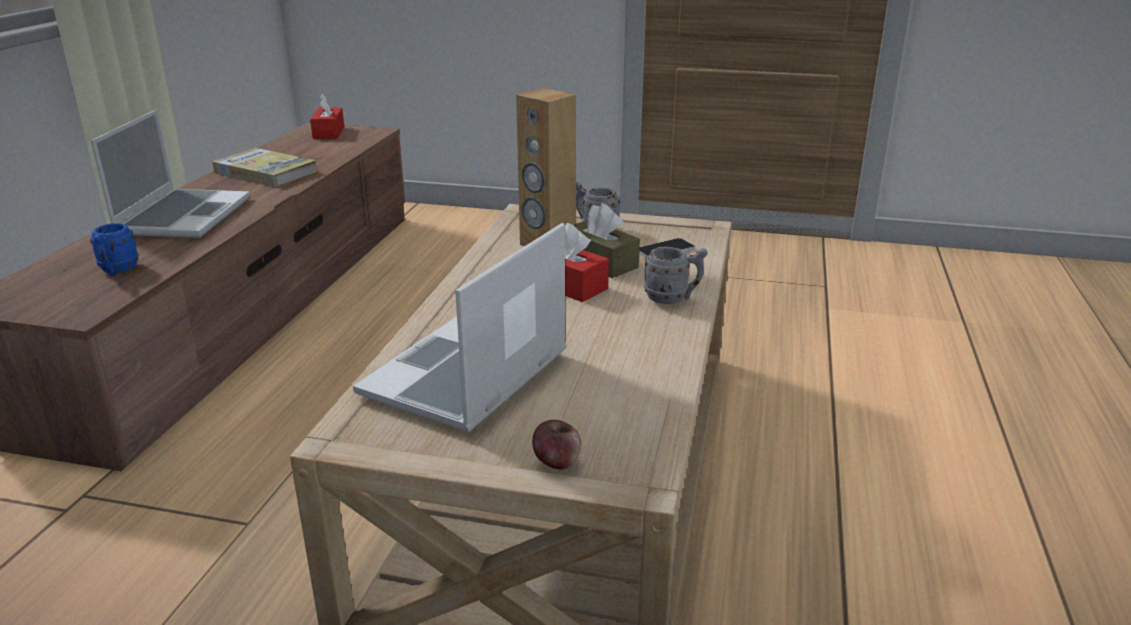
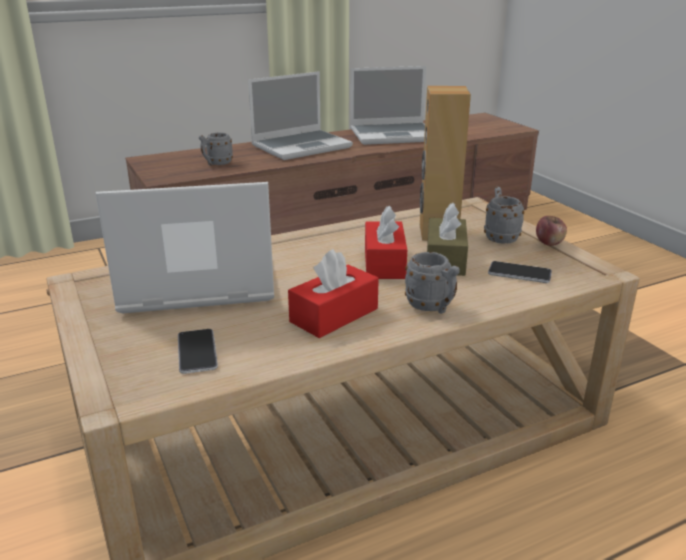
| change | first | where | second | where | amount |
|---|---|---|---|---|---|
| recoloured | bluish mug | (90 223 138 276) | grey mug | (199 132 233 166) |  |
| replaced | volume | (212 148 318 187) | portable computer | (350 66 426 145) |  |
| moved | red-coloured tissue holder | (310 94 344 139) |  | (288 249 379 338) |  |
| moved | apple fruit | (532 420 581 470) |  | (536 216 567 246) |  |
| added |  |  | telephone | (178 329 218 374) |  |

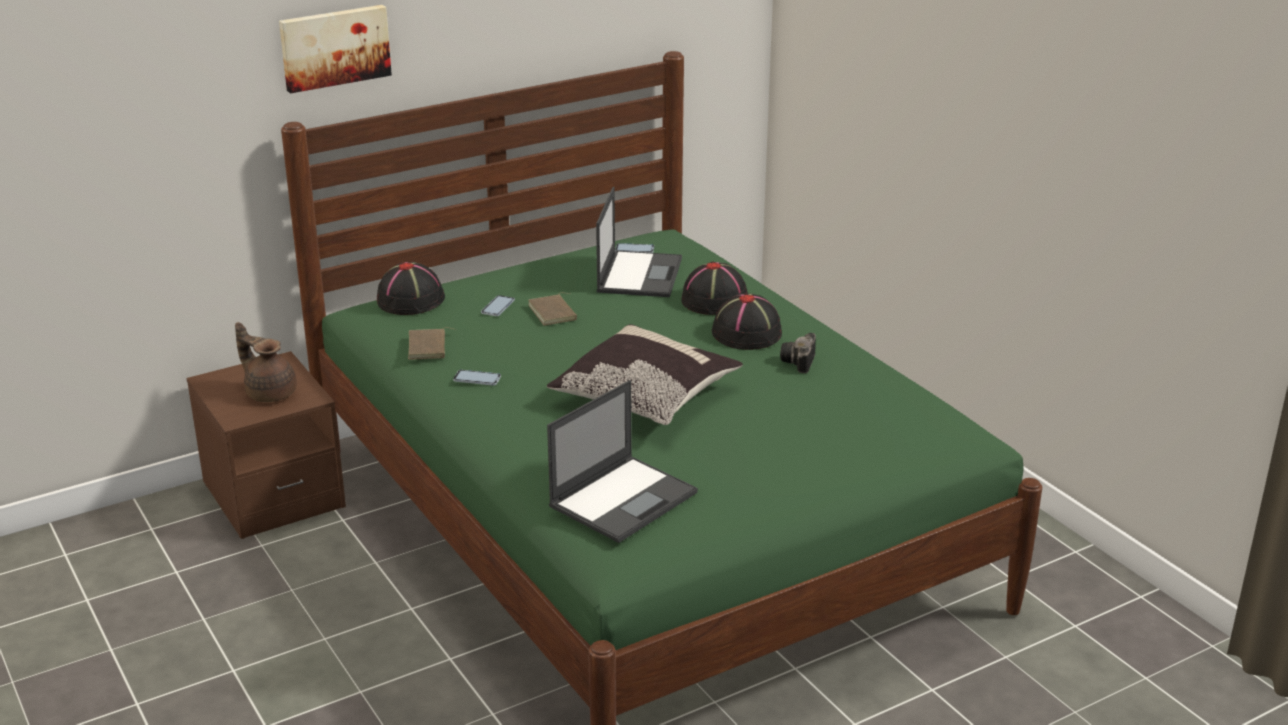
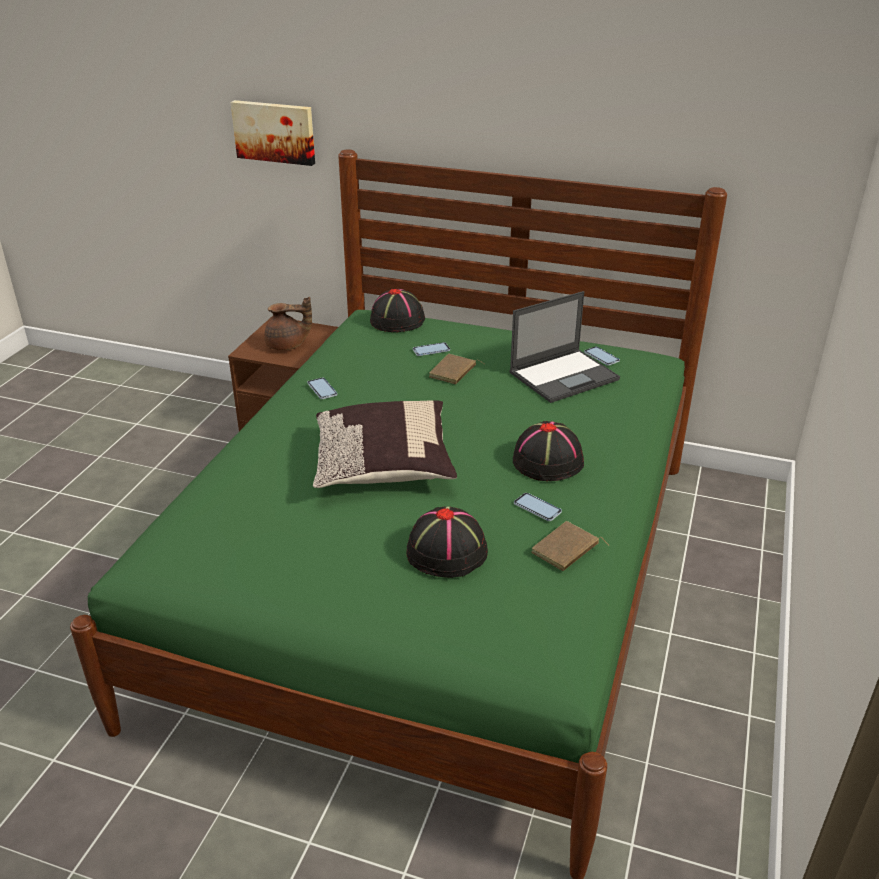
| change | first | where | second | where | amount |
|---|---|---|---|---|---|
| turned | brownish tea pot | (235 322 297 402) |  | (264 297 312 350) | 90 degrees clockwise |
| moved | wall art | (279 5 392 93) |  | (230 100 315 166) |  |
| moved | brownish volume | (408 327 456 360) |  | (531 521 610 571) |  |
| removed | portable computer | (547 380 698 543) |  |  |  |
| moved | black-coloured wearable hat | (681 262 748 315) |  | (406 506 488 578) |  |
| replaced | photo camera | (780 333 816 373) | telephone | (514 493 562 521) |  |

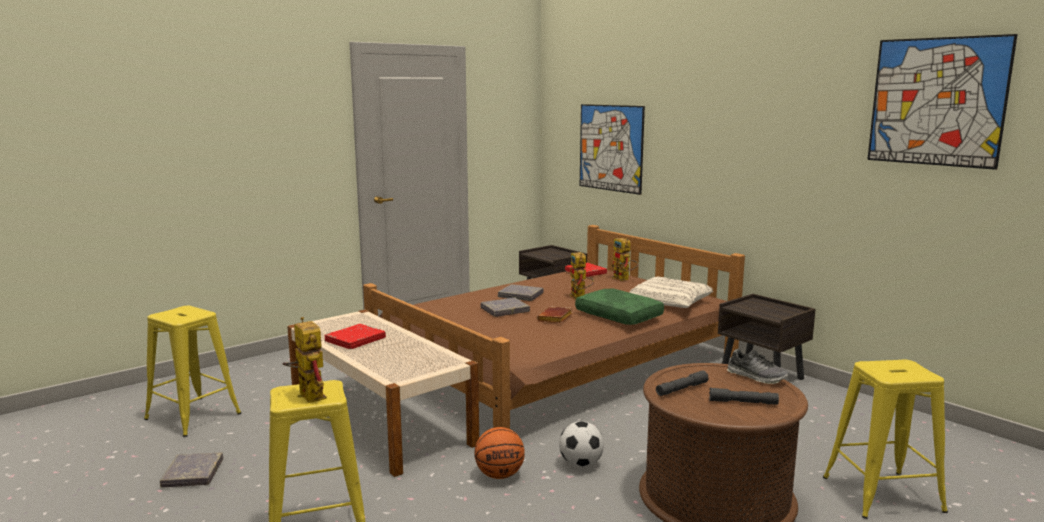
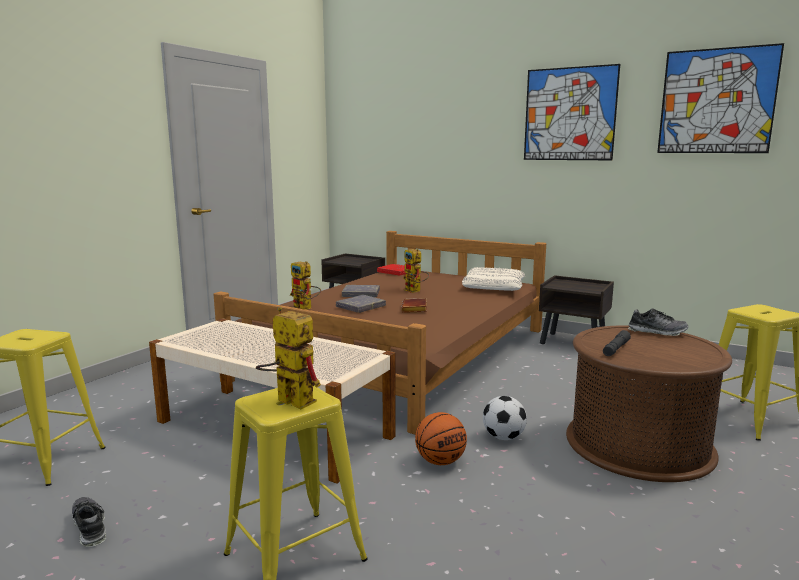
| change | first | where | second | where | amount |
|---|---|---|---|---|---|
| replaced | grey volume | (160 452 223 487) | item of footwear | (72 497 106 547) |  |
| removed | red-coloured volume | (324 324 386 349) |  |  |  |
| removed | greenish cushion | (575 289 664 325) |  |  |  |
| moved | wall art | (580 104 645 195) |  | (524 64 620 160) |  |
| moved | toy robot | (611 238 638 281) |  | (290 261 321 310) |  |
| removed | grey hand torch | (709 388 779 405) |  |  |  |

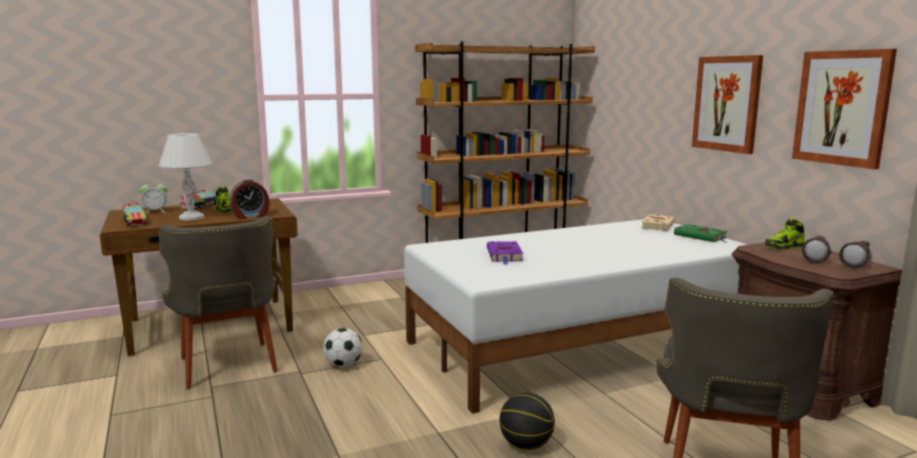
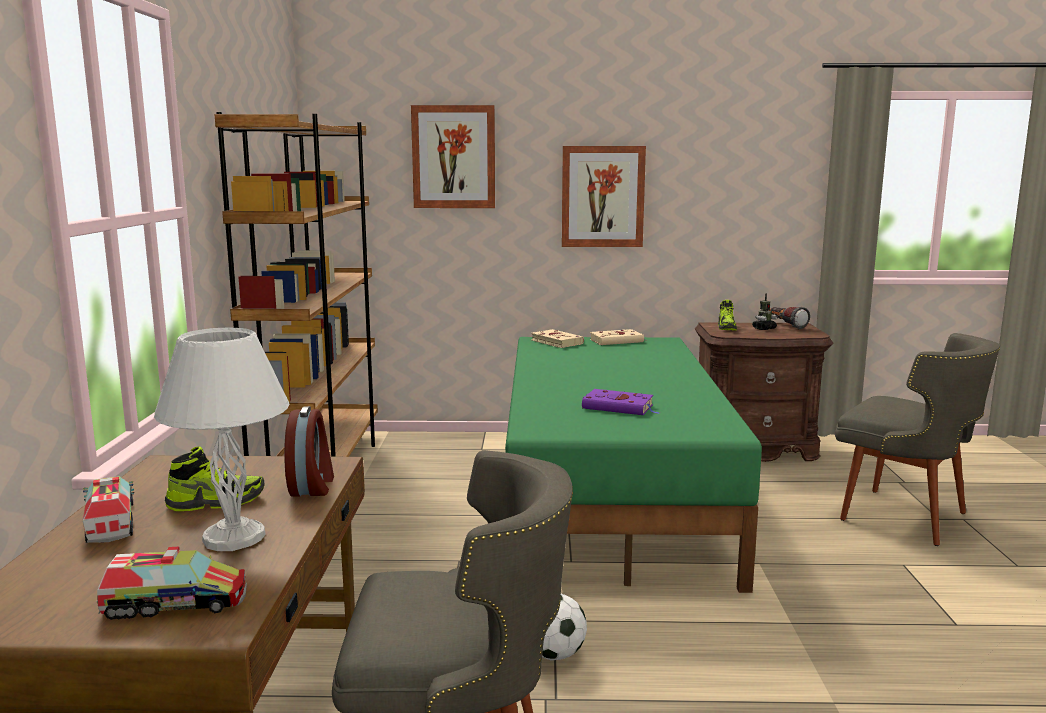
| change | first | where | second | where | amount |
|---|---|---|---|---|---|
| removed | alarm clock | (139 180 168 214) |  |  |  |
| recoloured | white-coloured sleeping bed | (404 219 748 414) | greenish sleeping bed | (505 337 762 593) |  |
| removed | basketball ball | (500 393 555 450) |  |  |  |
| recoloured | greenish volume | (674 224 727 243) | sand-coloured volume | (590 329 646 345) |  |
| moved | wall art | (792 49 897 169) |  | (411 105 495 208) |  |
| replaced | hand torch | (801 236 831 263) | toy robot | (752 293 778 330) |  |

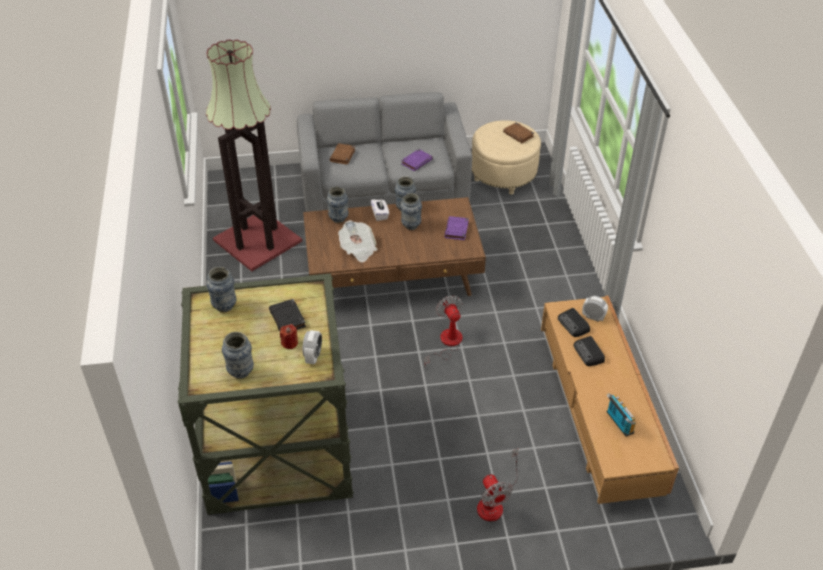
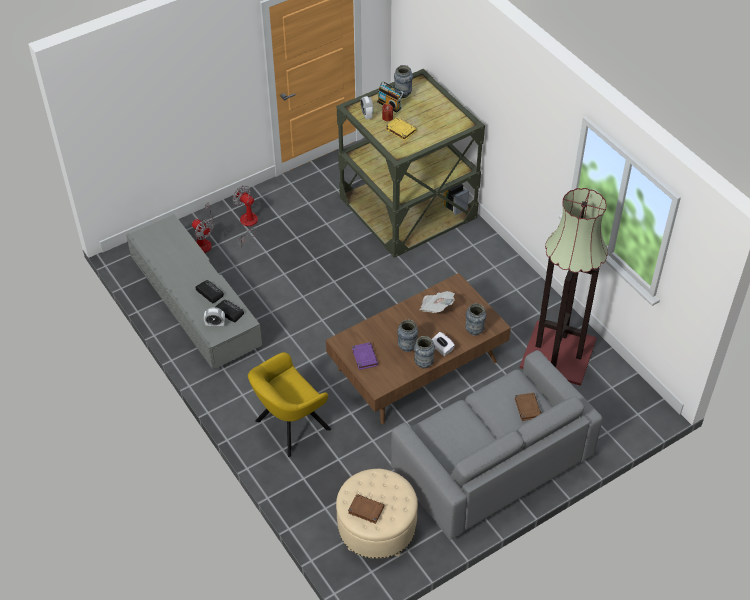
| change | first | where | second | where | amount |
|---|---|---|---|---|---|
| removed | flower vase | (206 267 236 312) |  |  |  |
| recoloured | black-coloured volume | (269 299 306 331) | yellow volume | (385 117 417 140) |  |
| removed | purple volume | (401 149 433 171) |  |  |  |
| moved | cooling fan | (424 295 463 367) |  | (192 202 215 253) |  |
| recoloured | brownish tv stand | (541 296 679 504) | grey tv stand | (126 214 262 369) |  |
| moved | radio set | (607 393 636 437) |  | (377 81 404 112) |  |
| added |  |  | yellow easy chair | (248 352 331 457) |  |

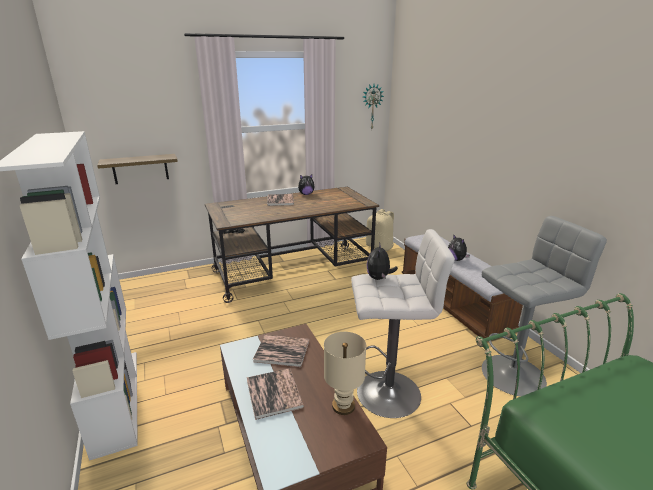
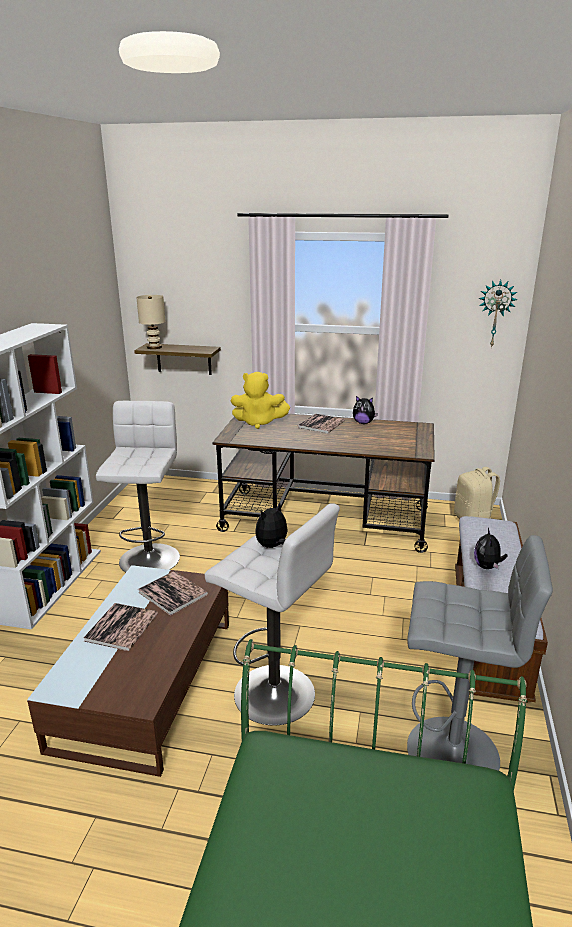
| change | first | where | second | where | amount |
|---|---|---|---|---|---|
| moved | sand-coloured tabletop lamp | (324 332 366 415) |  | (136 295 165 349) |  |
| added |  |  | white-coloured stool | (96 401 180 572) |  |
| added |  |  | yellow soft toy | (231 372 290 429) |  |

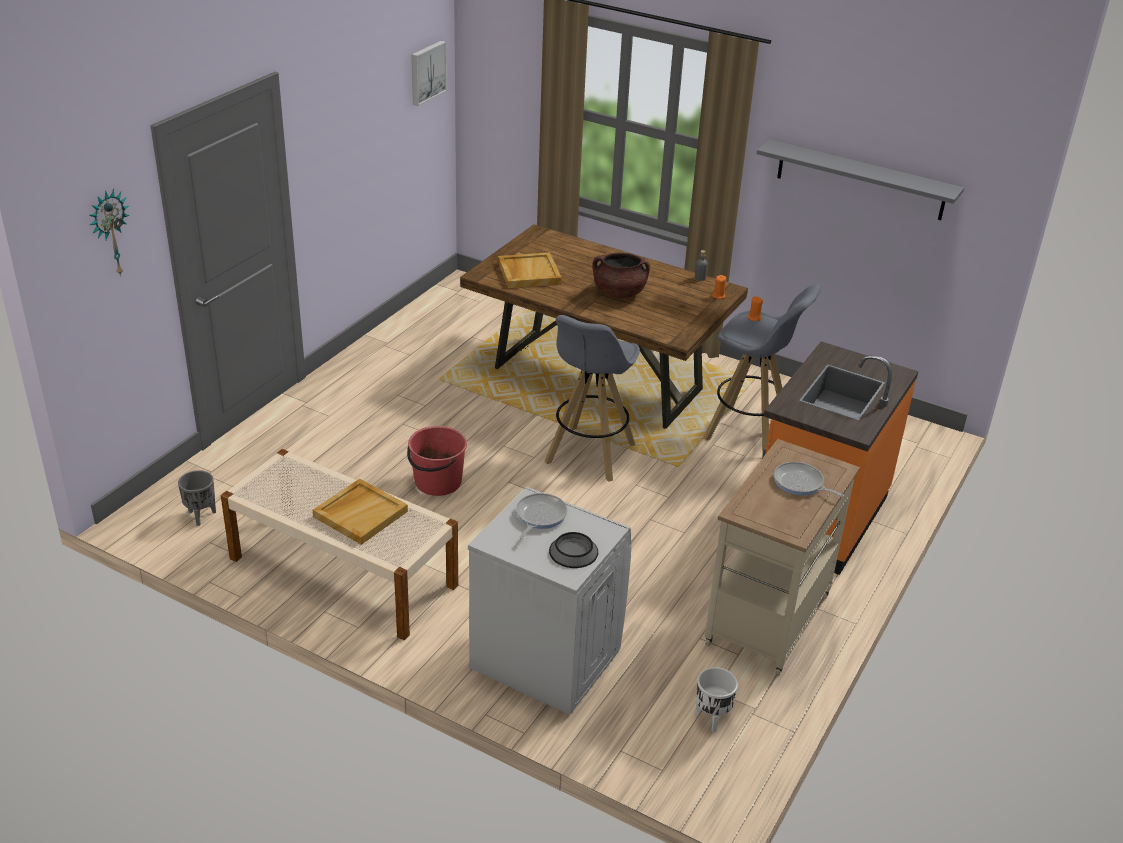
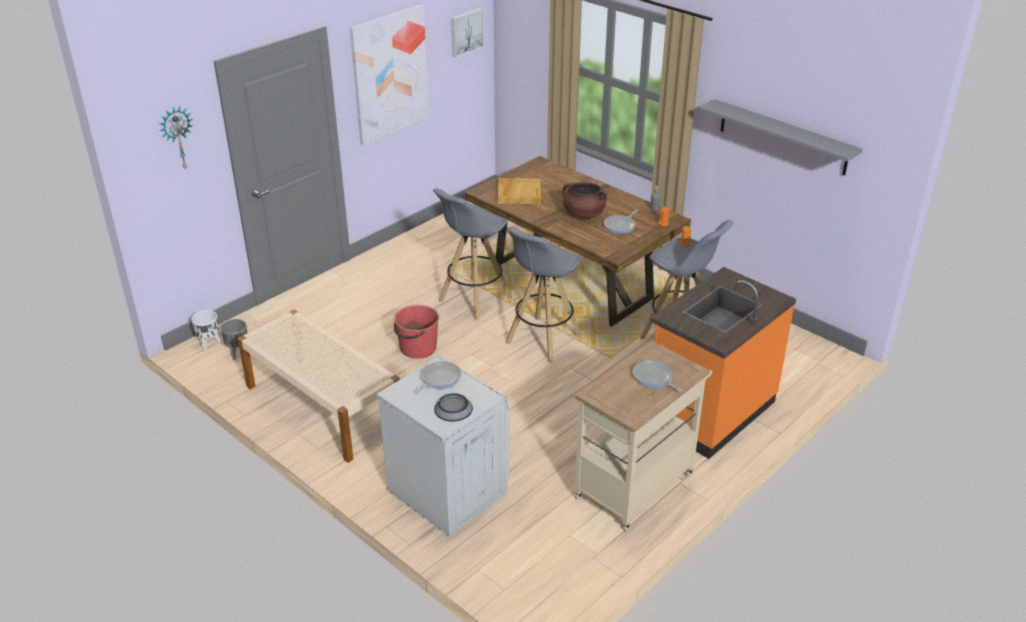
| change | first | where | second | where | amount |
|---|---|---|---|---|---|
| removed | sand-coloured tray | (313 479 408 545) |  |  |  |
| moved | white-coloured flower pot | (696 667 738 732) |  | (191 310 221 351) |  |
| added |  |  | wall art | (350 4 429 145) |  |
| added |  |  | grey stool | (433 188 512 320) |  |
| added |  |  | pan | (604 209 638 234) |  |

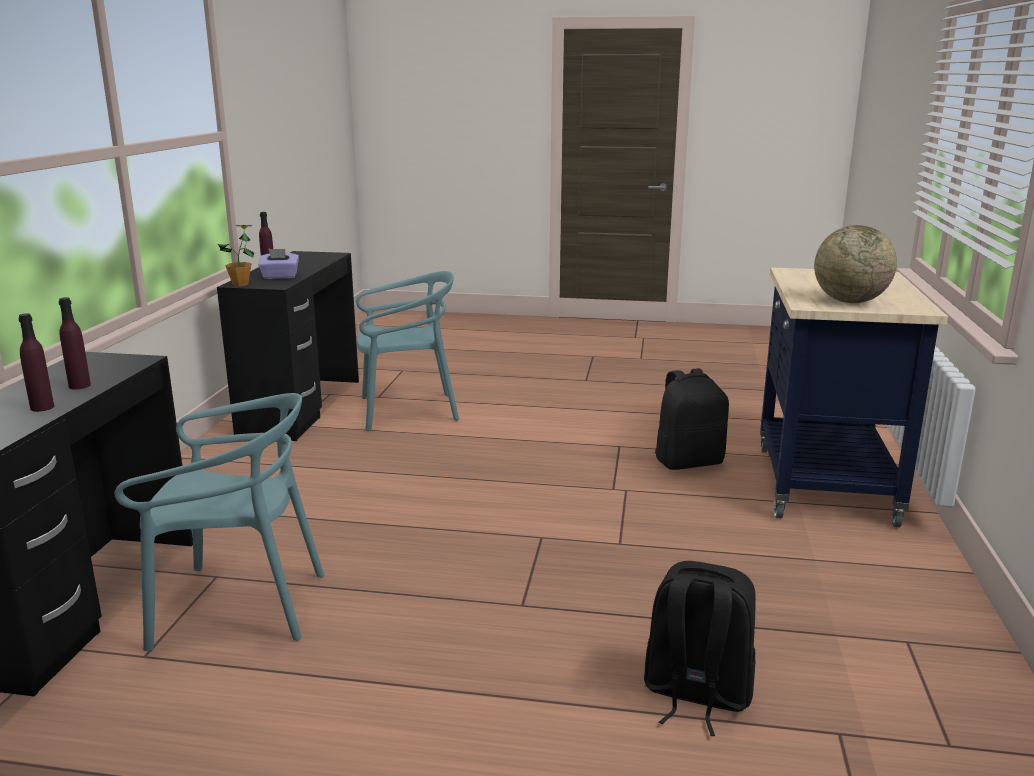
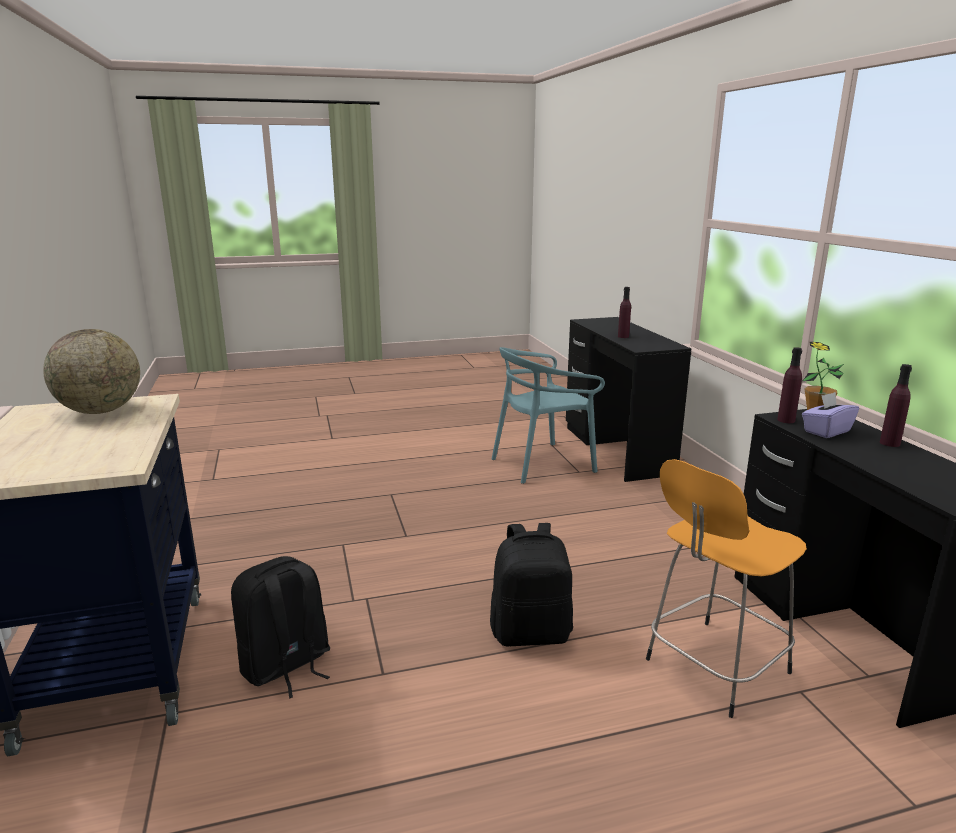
| change | first | where | second | where | amount |
|---|---|---|---|---|---|
| moved | purple bottle | (18 313 54 412) |  | (777 347 802 423) |  |
| replaced | blue-green upright chair | (356 271 459 431) | orange-coloured stool | (646 459 807 718) |  |
| moved | black-coloured backpack | (644 561 756 736) |  | (490 523 573 646) |  |

